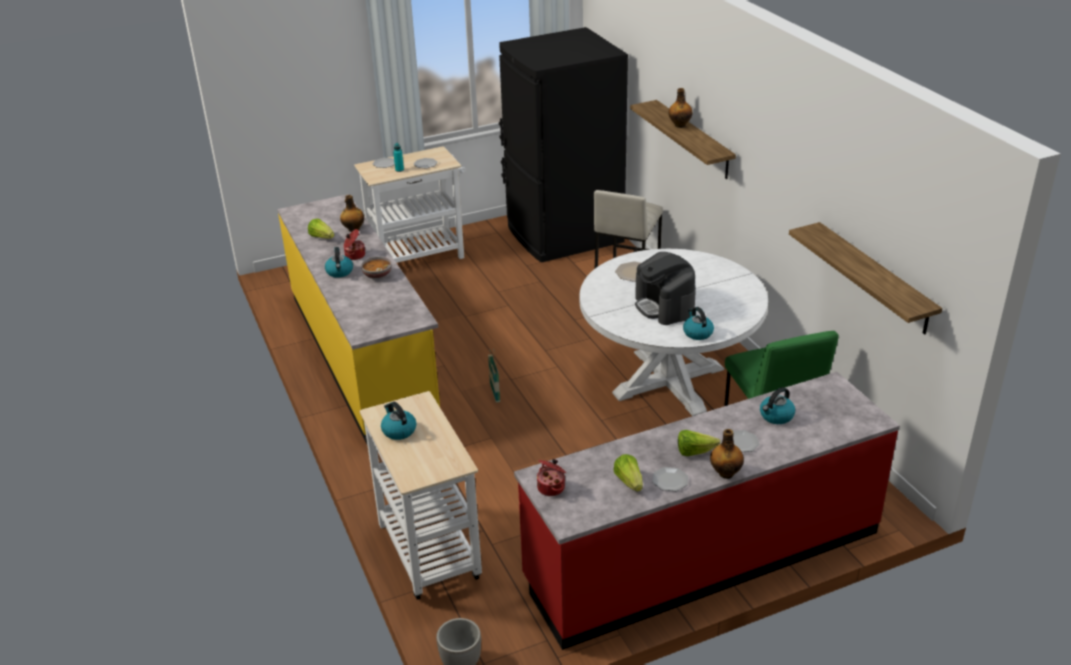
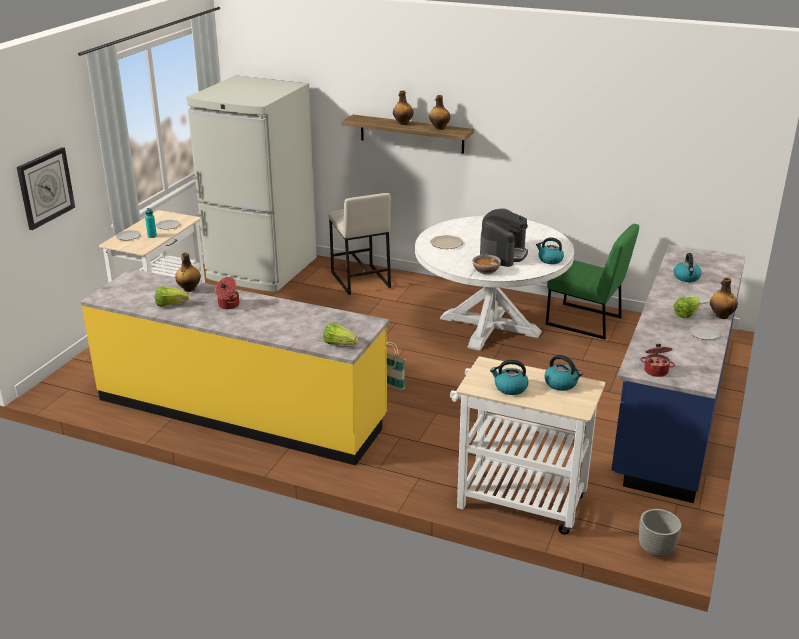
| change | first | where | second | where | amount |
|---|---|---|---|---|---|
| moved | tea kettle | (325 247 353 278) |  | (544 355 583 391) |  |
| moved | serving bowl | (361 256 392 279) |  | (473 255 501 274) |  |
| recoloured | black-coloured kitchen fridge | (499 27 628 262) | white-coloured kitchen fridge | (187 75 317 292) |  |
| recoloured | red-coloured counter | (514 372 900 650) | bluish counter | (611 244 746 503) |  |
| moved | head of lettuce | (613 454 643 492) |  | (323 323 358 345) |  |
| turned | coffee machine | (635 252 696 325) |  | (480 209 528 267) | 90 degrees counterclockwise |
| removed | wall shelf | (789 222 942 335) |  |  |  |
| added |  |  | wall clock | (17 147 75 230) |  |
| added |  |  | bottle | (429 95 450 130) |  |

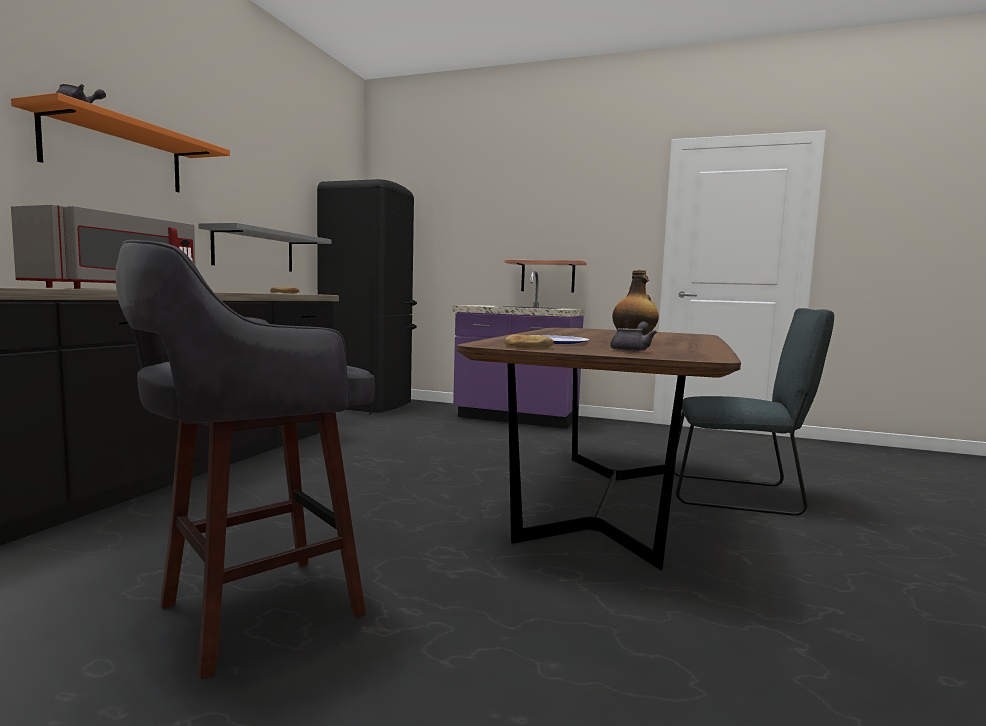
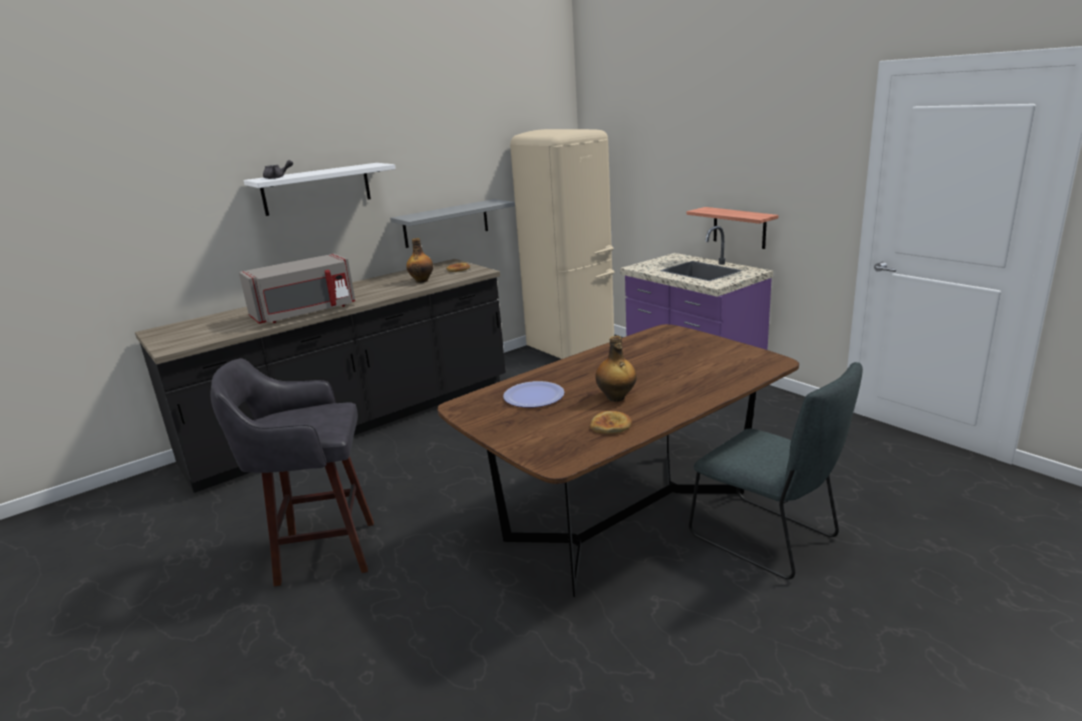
| change | first | where | second | where | amount |
|---|---|---|---|---|---|
| recoloured | orange-coloured wall shelf | (11 93 230 192) | white-coloured wall shelf | (244 163 396 216) |  |
| recoloured | black-coloured kitchen fridge | (317 179 417 415) | sand-coloured kitchen fridge | (510 129 614 360) |  |
| moved | bread | (504 334 554 348) |  | (590 411 632 434) |  |
| removed | grey tea pot | (610 322 657 352) |  |  |  |
| added |  |  | bottle | (406 238 433 283) |  |

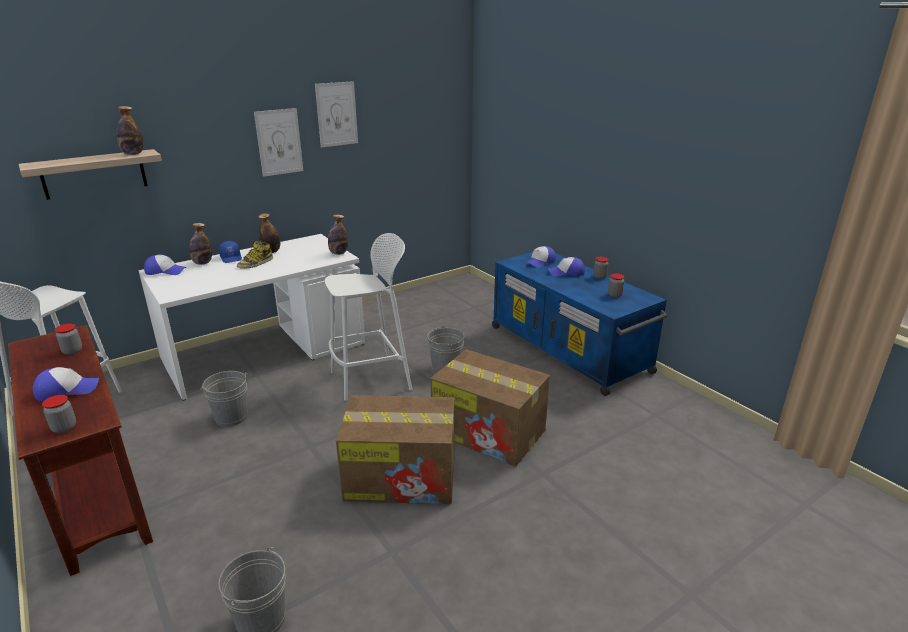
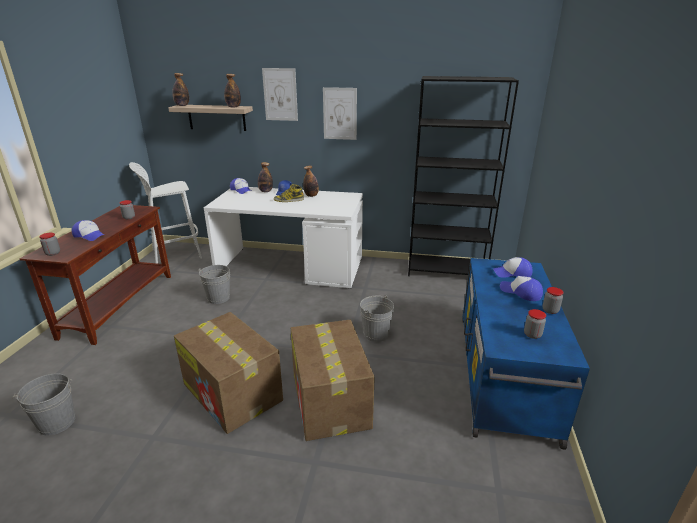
| change | first | where | second | where | amount |
|---|---|---|---|---|---|
| moved | wall art | (315 81 358 148) |  | (262 68 298 121) |  |
| removed | white-coloured stool | (325 233 413 401) |  |  |  |
| moved | bottle | (328 215 348 255) |  | (172 73 189 106) |  |
| added |  |  | black-coloured shelving unit | (408 76 519 276) |  |

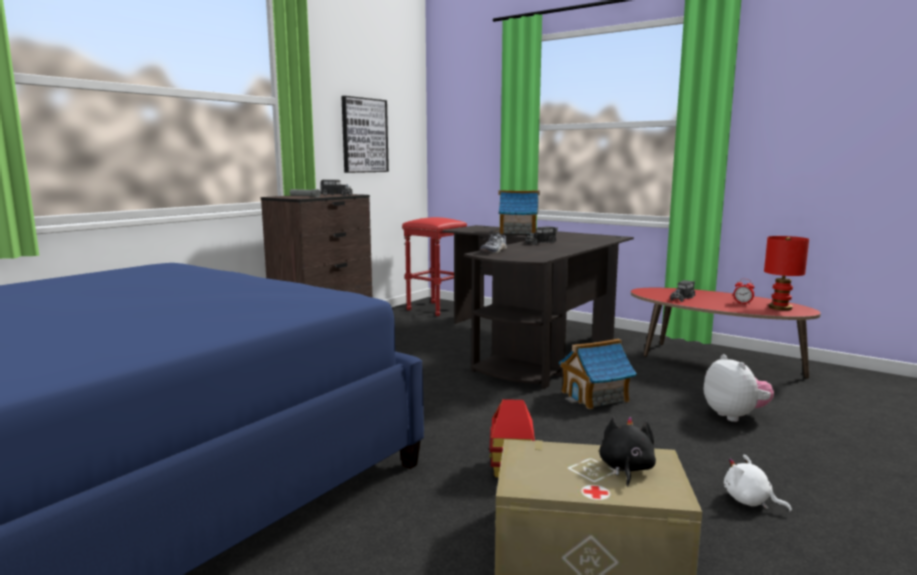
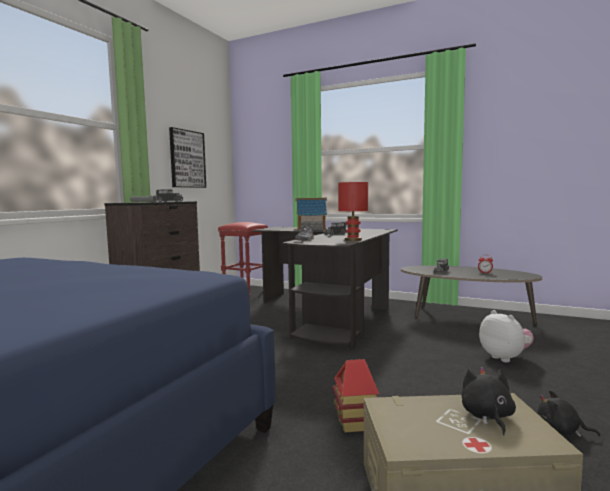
| change | first | where | second | where | amount |
|---|---|---|---|---|---|
| removed | model house | (559 339 637 409) |  |  |  |
| recoloured | red-coloured coffee table | (631 288 821 379) | black-coloured coffee table | (401 265 542 325) |  |
| recoloured | white-coloured soft toy | (724 454 792 512) | black-coloured soft toy | (537 390 601 437) |  |
| moved | red-coloured tabletop lamp | (764 236 809 311) |  | (338 182 368 241) |  |

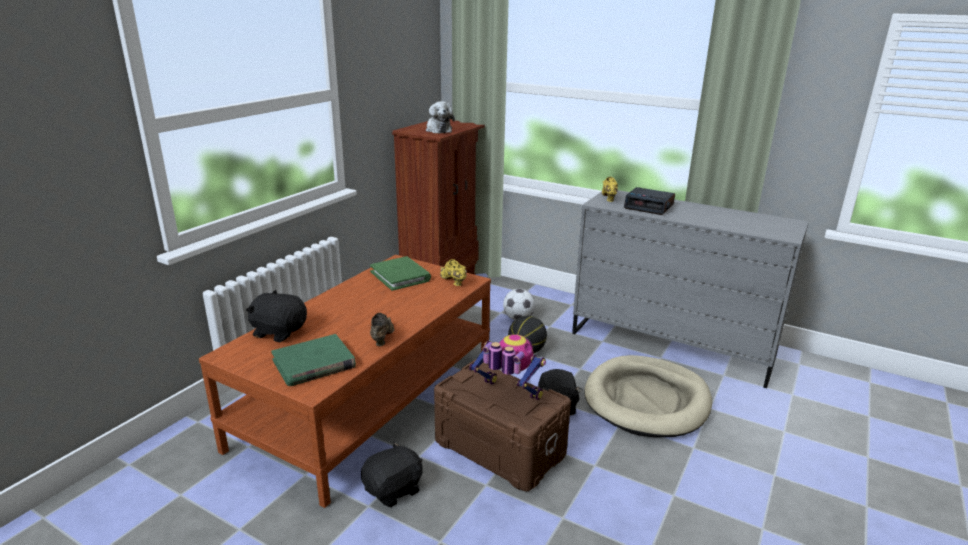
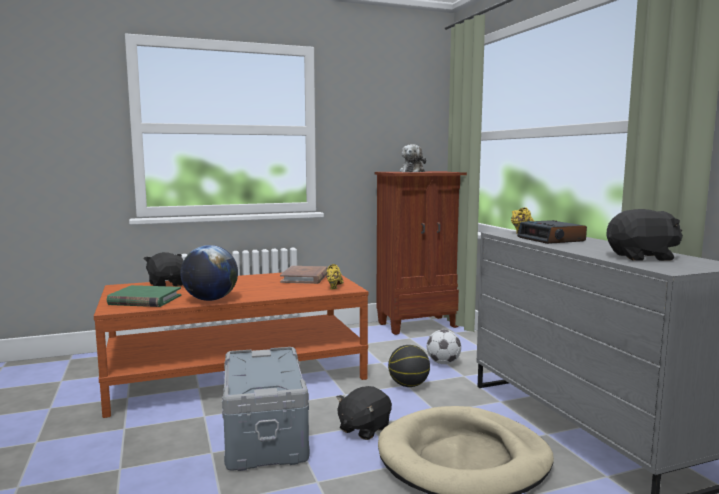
| change | first | where | second | where | amount |
|---|---|---|---|---|---|
| moved | black-coloured soft toy | (361 442 423 507) |  | (606 209 683 261) |  |
| recoloured | greenish volume | (370 256 431 291) | brownish volume | (280 266 328 284) |  |
| replaced | brownish item of footwear | (370 313 395 346) | world globe | (180 245 238 301) |  |
| recoloured | brownish storage box | (434 359 571 491) | grey storage box | (222 347 310 471) |  |
| removed | toy robot | (469 334 546 400) |  |  |  |

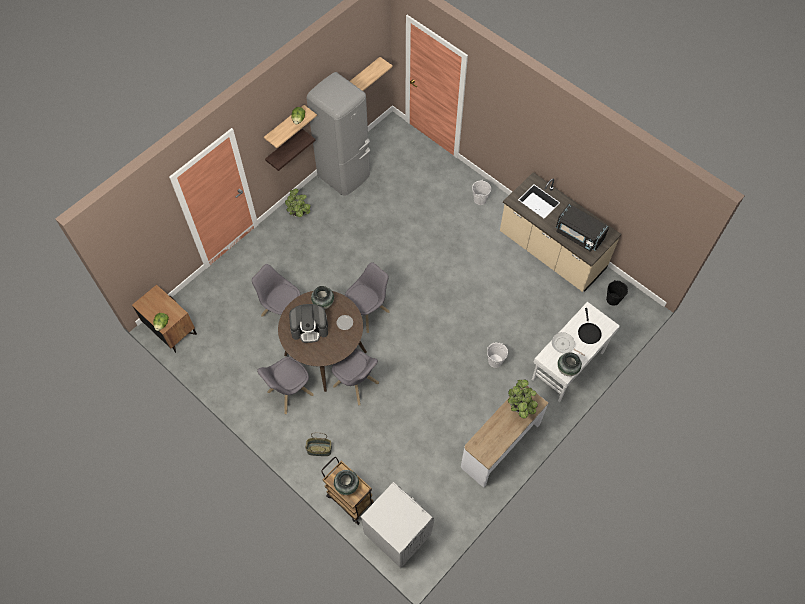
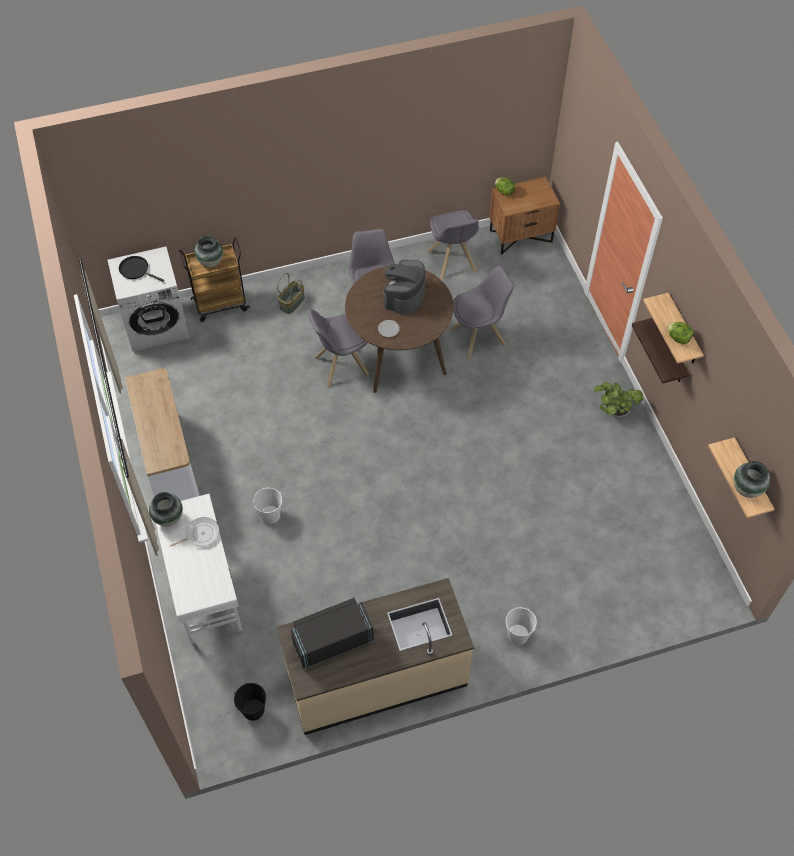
| change | first | where | second | where | amount |
|---|---|---|---|---|---|
| removed | grey kitchen fridge | (307 72 370 196) |  |  |  |
| moved | flower vase | (311 286 334 309) |  | (734 461 770 498) |  |
| moved | grey upright chair | (345 262 390 333) |  | (428 211 479 280) |  |
| removed | plant in a pot | (508 379 538 419) |  |  |  |
| moved | black-coloured pan | (578 308 602 344) |  | (119 256 164 282) |  |

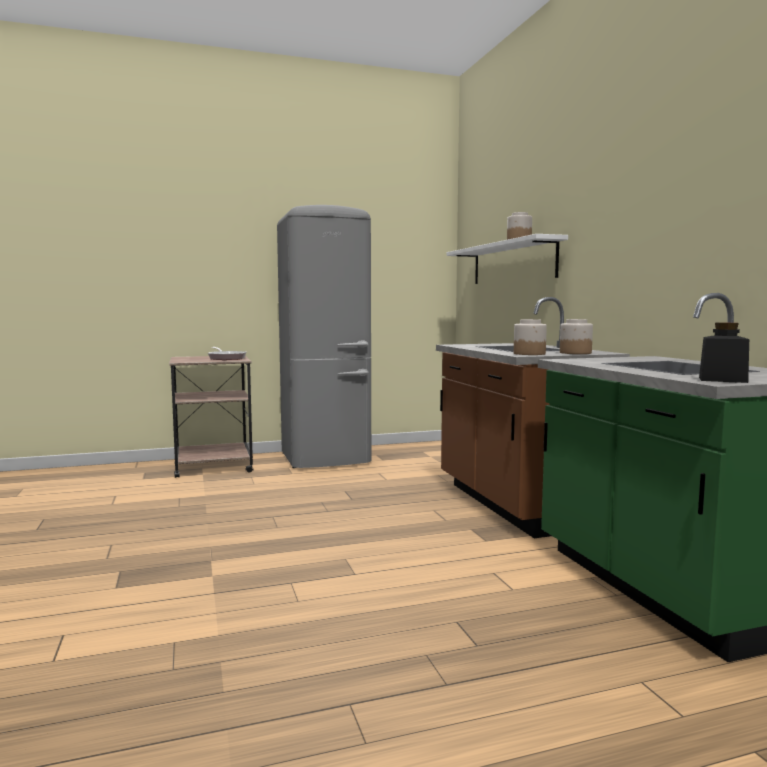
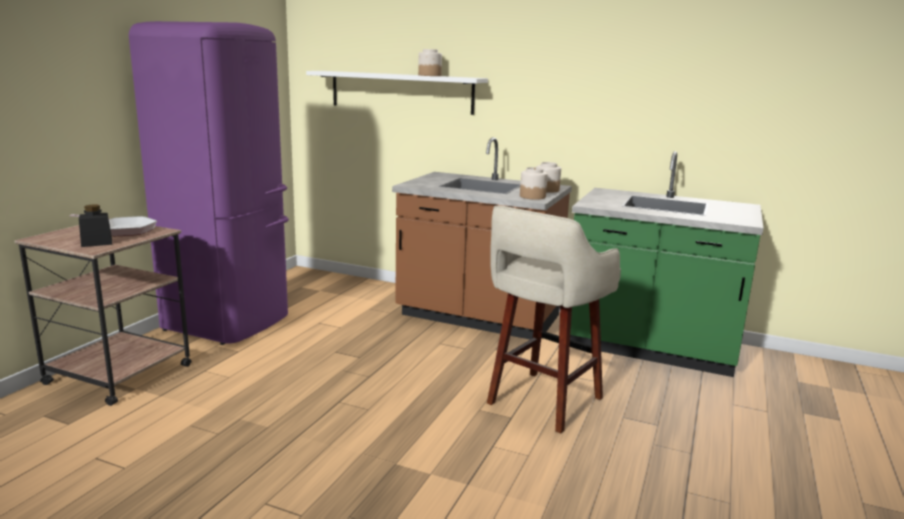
| change | first | where | second | where | amount |
|---|---|---|---|---|---|
| recoloured | grey kitchen fridge | (277 205 371 468) | purple kitchen fridge | (129 21 289 345) |  |
| moved | black-coloured storage jar | (699 323 749 383) |  | (79 204 112 247) |  |
| added |  |  | sand-coloured stool | (487 206 621 433) |  |

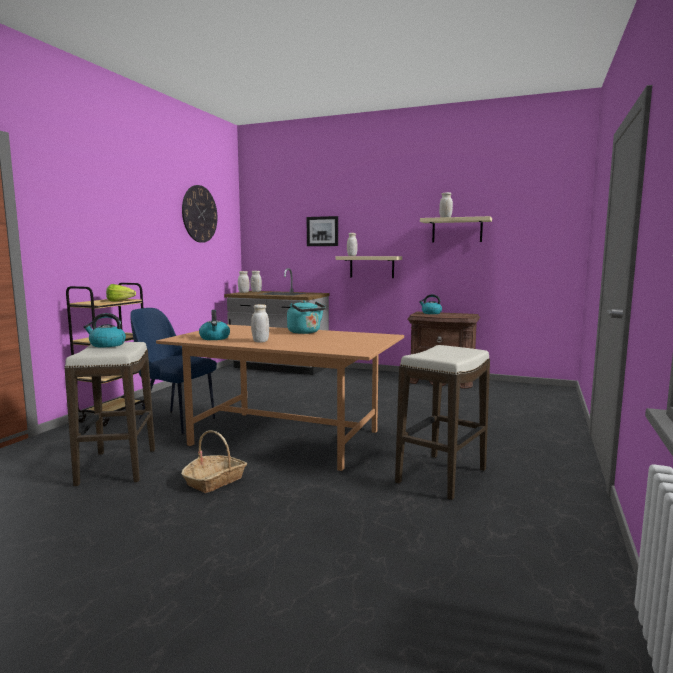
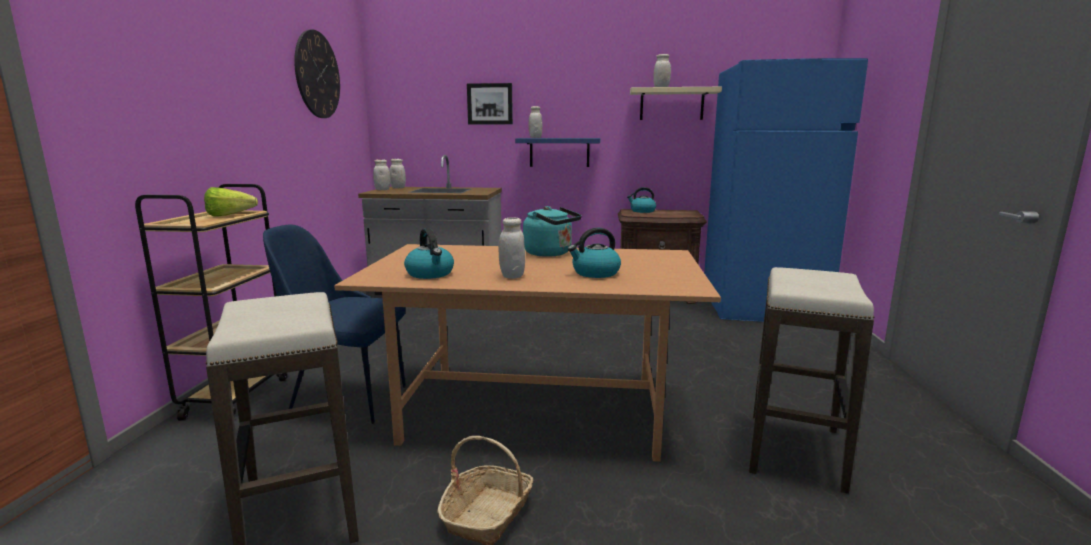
| change | first | where | second | where | amount |
|---|---|---|---|---|---|
| moved | tea kettle | (84 313 126 347) |  | (568 228 621 278) |  |
| recoloured | sand-coloured wall shelf | (336 256 402 278) | bluish wall shelf | (515 138 600 167) |  |
| added |  |  | bluish kitchen fridge | (704 58 868 322) |  |

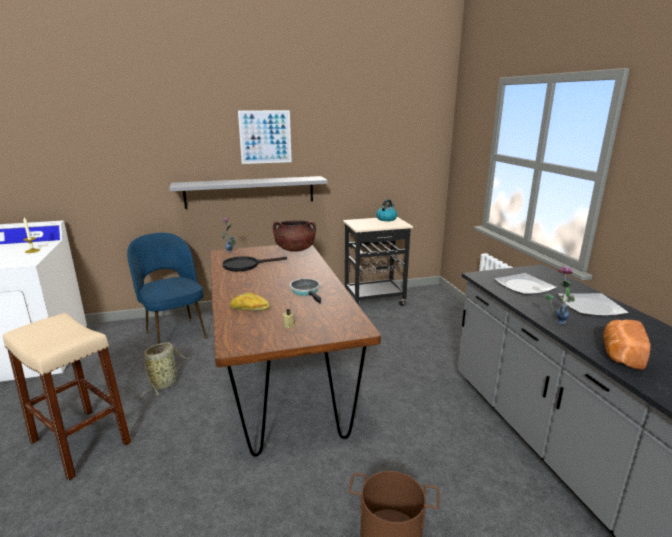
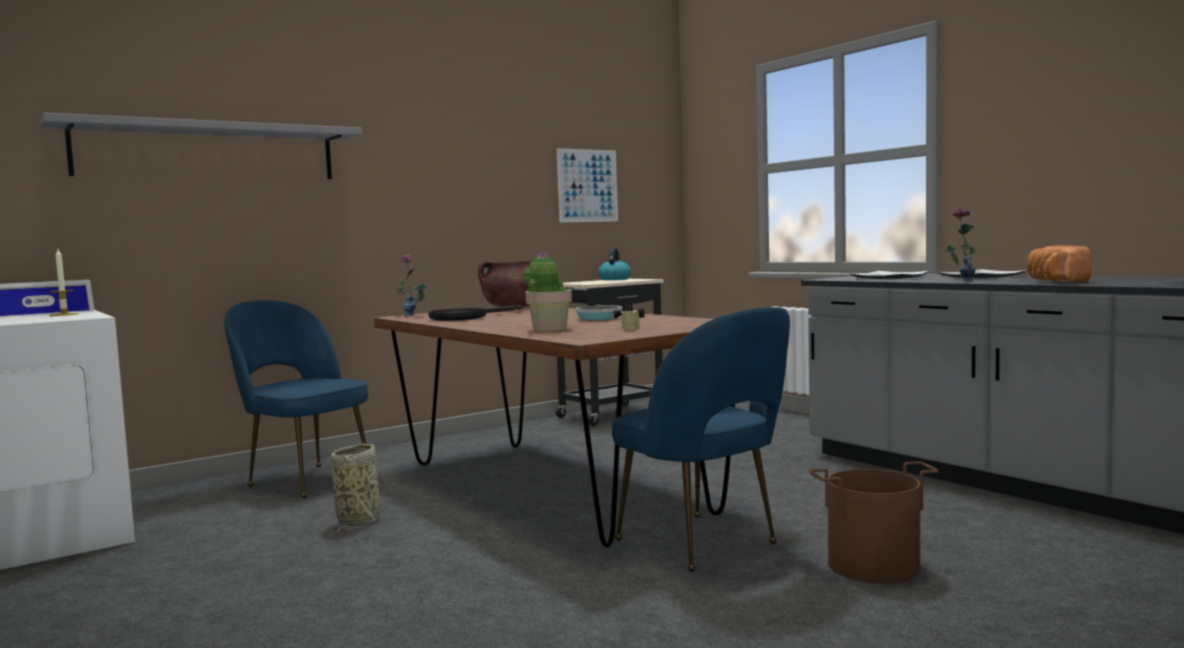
| change | first | where | second | where | amount |
|---|---|---|---|---|---|
| removed | sand-coloured stool | (3 313 131 481) |  |  |  |
| moved | grey wall shelf | (169 176 328 209) |  | (40 113 362 179) |  |
| replaced | bread | (230 292 270 311) | plant in a pot | (523 253 572 331) |  |
| moved | wall art | (238 110 292 164) |  | (557 148 618 223) |  |
| added |  |  | bluish upright chair | (612 307 790 572) |  |

